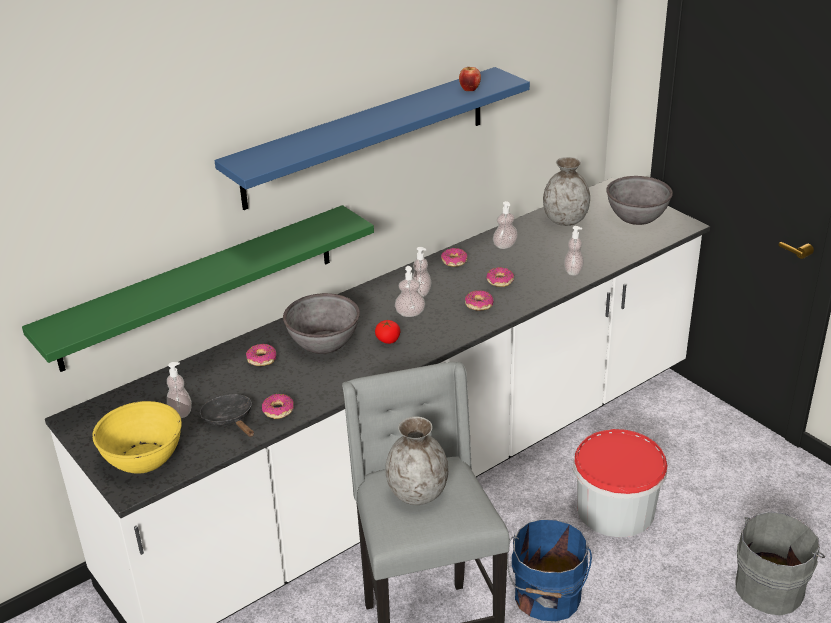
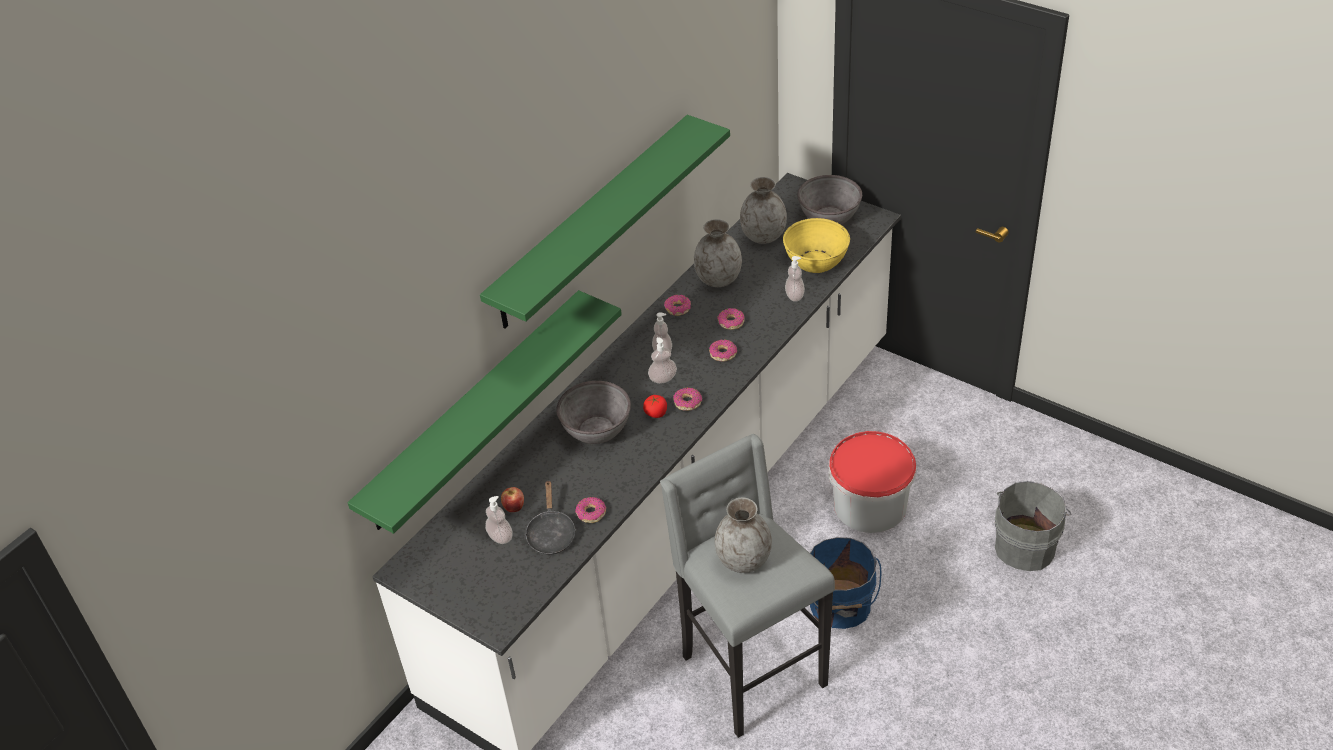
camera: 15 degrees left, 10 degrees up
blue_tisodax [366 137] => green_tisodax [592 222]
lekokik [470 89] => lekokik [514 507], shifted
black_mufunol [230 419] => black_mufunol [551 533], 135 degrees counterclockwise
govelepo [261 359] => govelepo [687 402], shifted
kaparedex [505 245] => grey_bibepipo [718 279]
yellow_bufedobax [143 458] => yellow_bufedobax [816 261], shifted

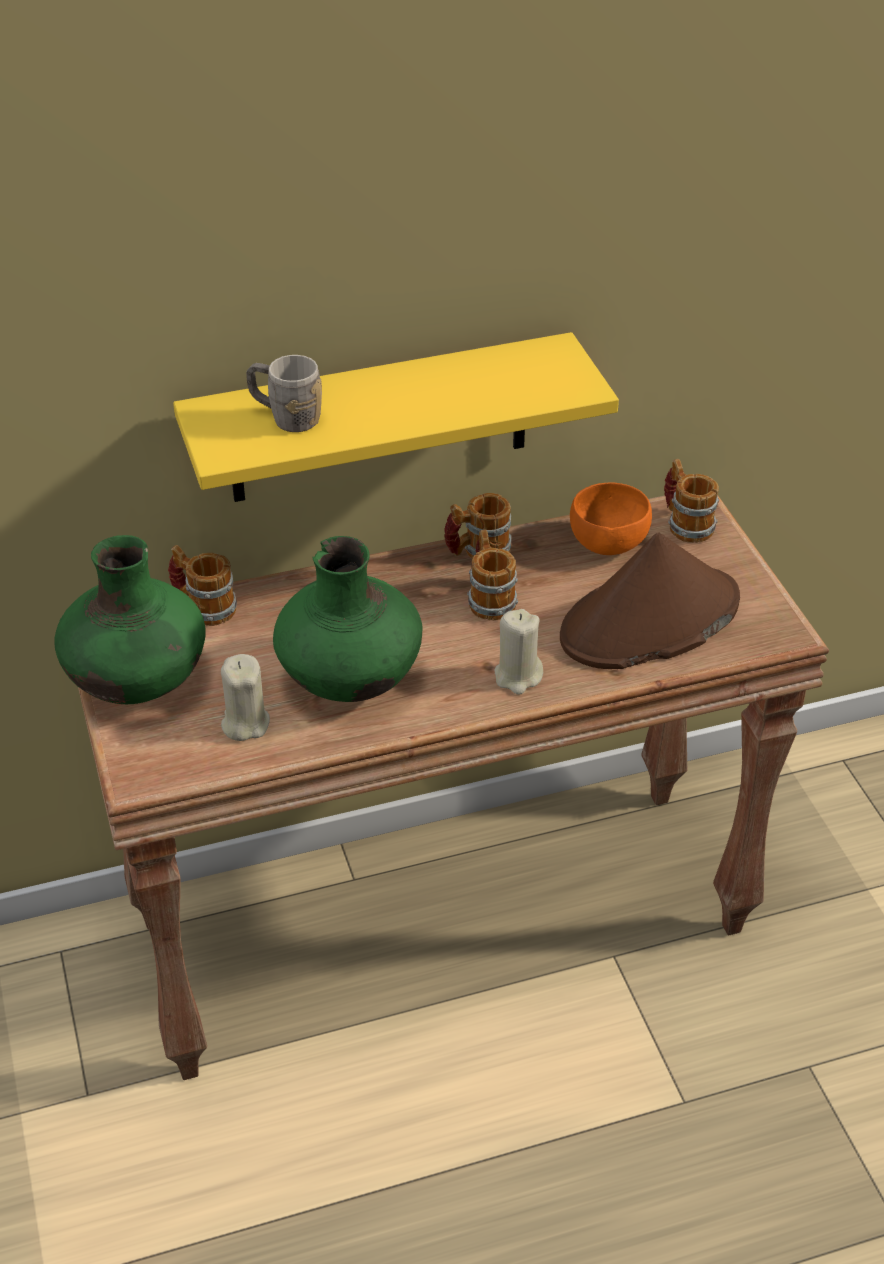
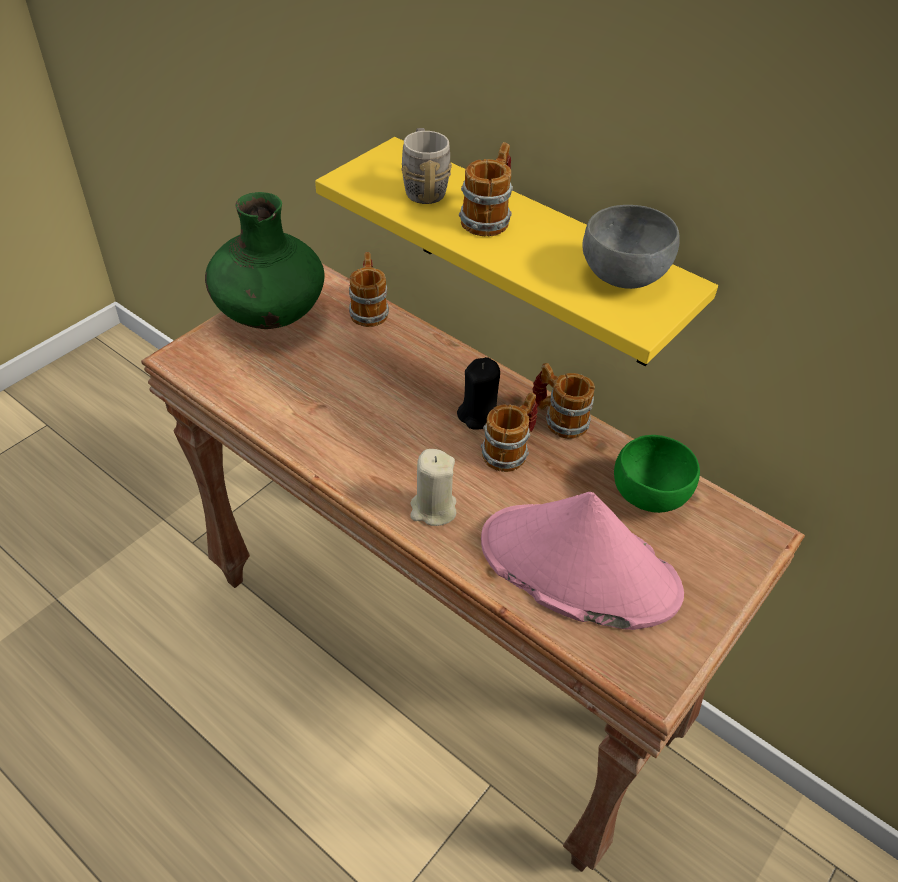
camera: 55 degrees right, 5 degrees up
nothing => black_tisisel [479 415]
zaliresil [685 523] => zaliresil [489 217], shifted
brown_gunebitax [649 620] => pink_gunebitax [577 567]
nothing => grey_bufedobax [622 276]
orange_bufedobax [607 543] => green_bufedobax [648 494]
beige_tisisel [245 723] => nothing
green_bibepipo [350 679] => nothing

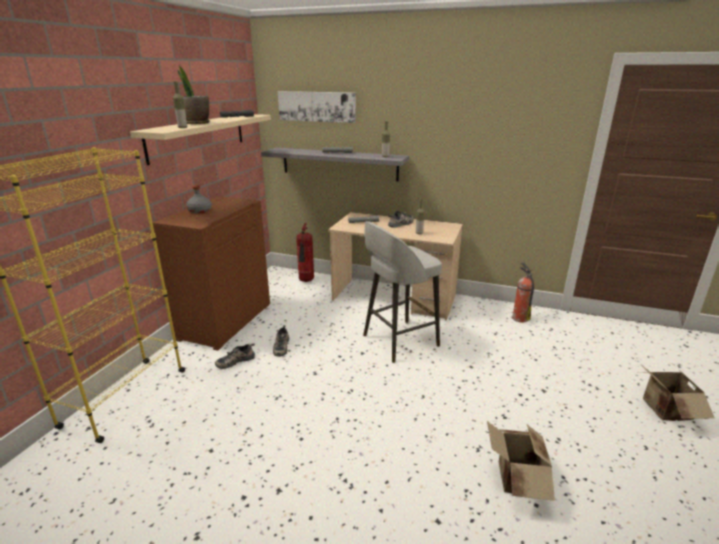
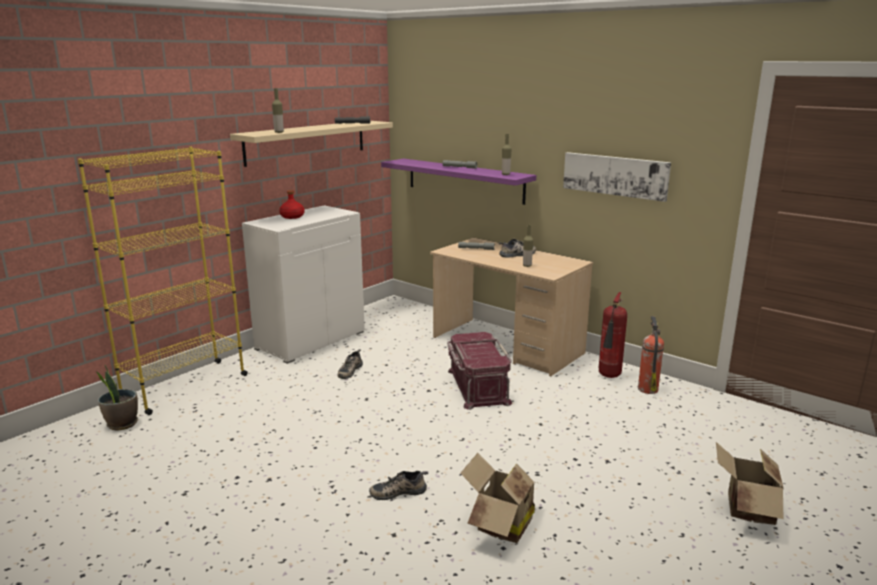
camera: 20 degrees right, 5 degrees down
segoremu [197 123] => segoremu [122 424], shifted
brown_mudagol [225 321] => white_mudagol [310 340]
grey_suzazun [199 211] => red_suzazun [292 217]
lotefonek [235 360] => lotefonek [398 491], shifted
grey_tisodax [339 164] => purple_tisodax [464 180]
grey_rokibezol [398 341] => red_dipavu [477 386]
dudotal [317 106] => dudotal [615 175], shifted
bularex [306 281] => bularex [609 377], shifted

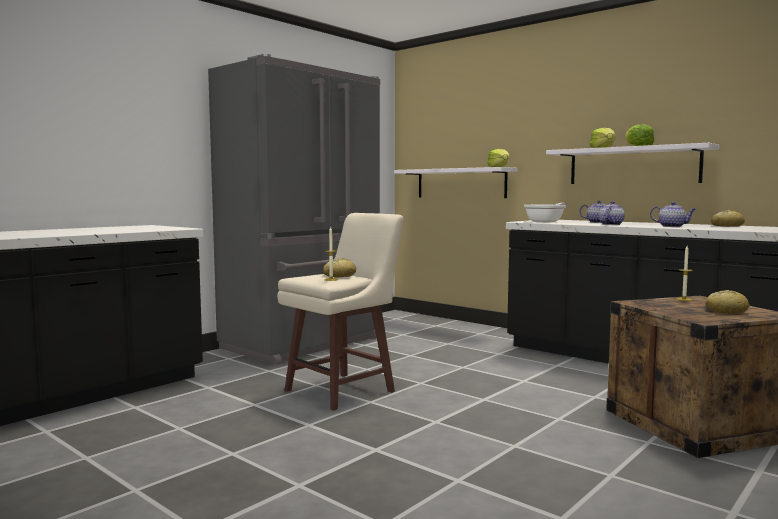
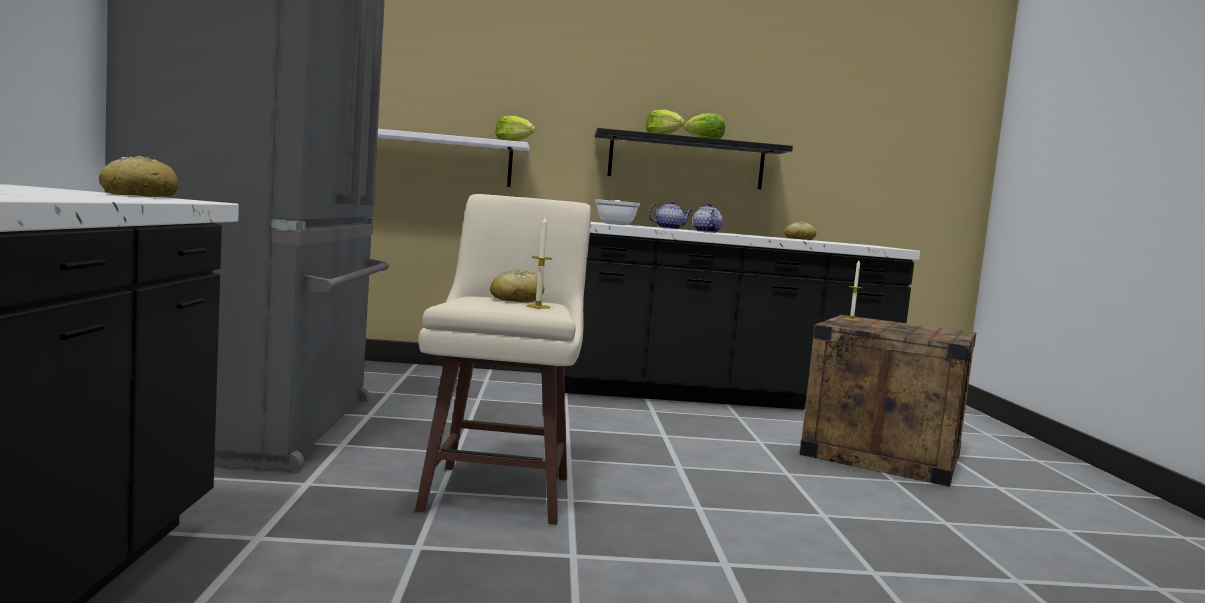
camera: 45 degrees left, 0 degrees up
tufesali [725 311] => tufesali [138 195], shifted
white_tisodax [633 166] => black_tisodax [686 161]
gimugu [672 226] => nothing

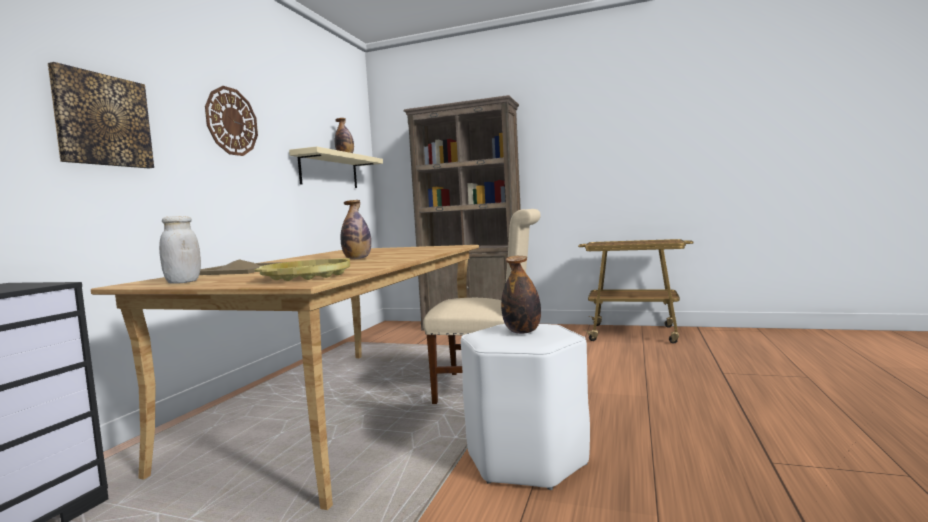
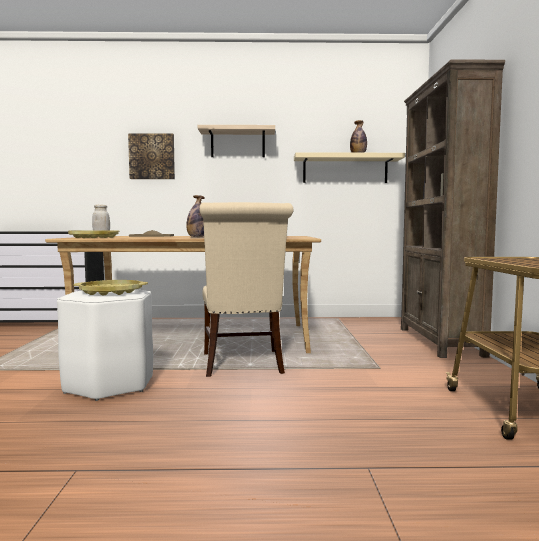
camera: 70 degrees right, 0 degrees up
suzazun [522 332] => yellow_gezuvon [111 292]
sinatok [231 121] => tisodax [237 143]

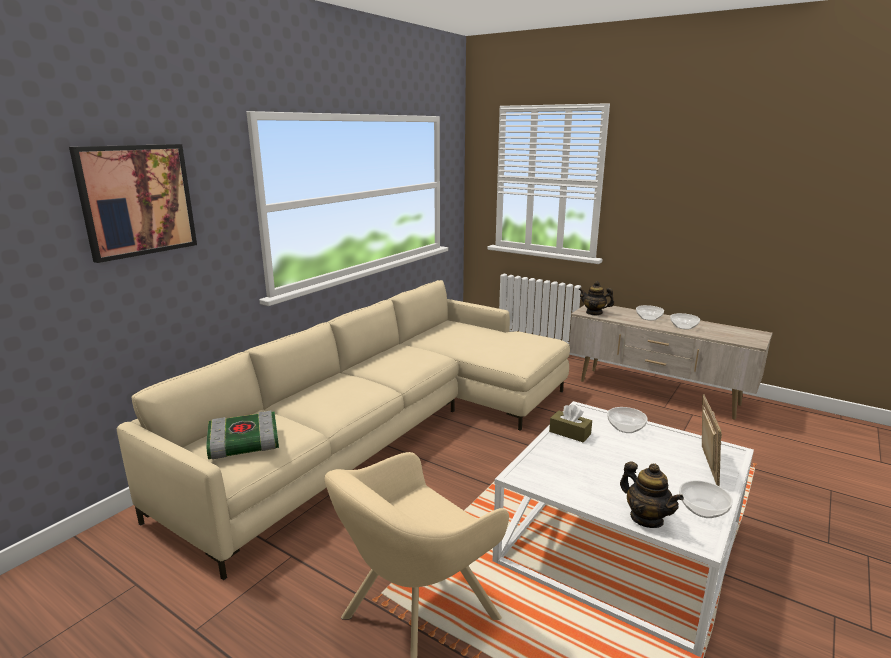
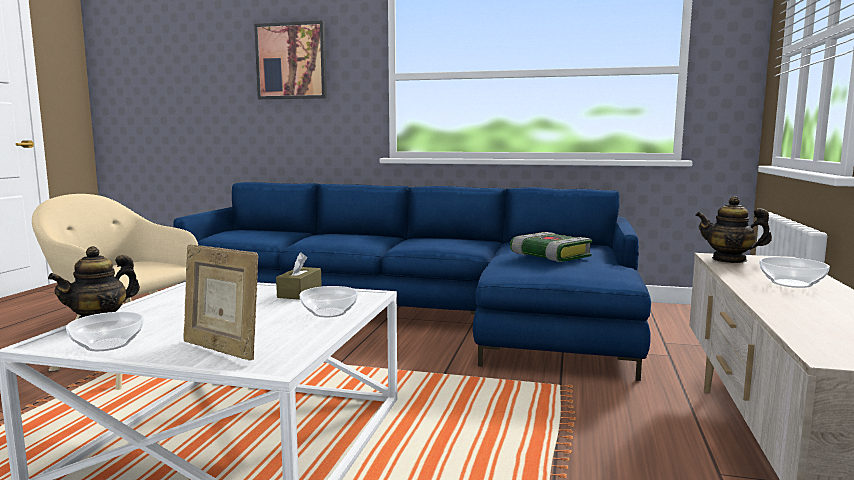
camera: 70 degrees right, 10 degrees down
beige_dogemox [392 428] => blue_dogemox [421 315]
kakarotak [705 467] => kakarotak [221 350], 45 degrees clockwise
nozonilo [243 445] => nozonilo [549 256], shifted
gimugu [594 313] => gimugu [729 260], 75 degrees counterclockwise
bufedobax [684 327] => nothing

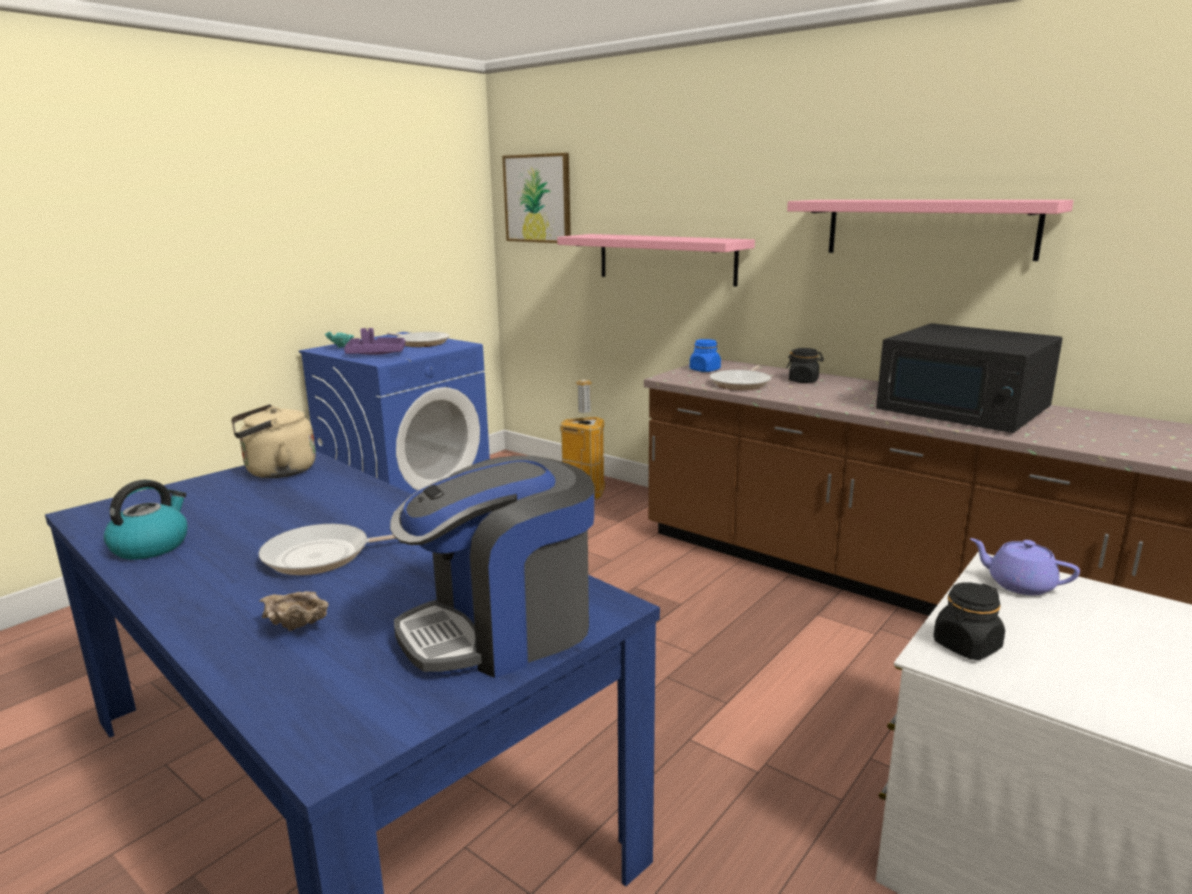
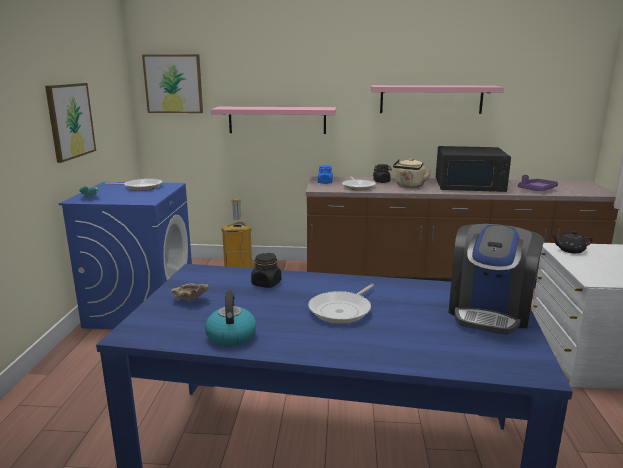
camera: 35 degrees left, 0 degrees up
nothing => dudotal [70 121]
beige_bufedobax [297 629] => beige_bufedobax [191 301], shifted
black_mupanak [966 646] => black_mupanak [266 283], shifted
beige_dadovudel [276 472] => beige_dadovudel [409 186], shifted
purple_gezuvon [376 354] => purple_gezuvon [536 190], shifted
purple_gimugu [1019 584] => black_gimugu [570 250]

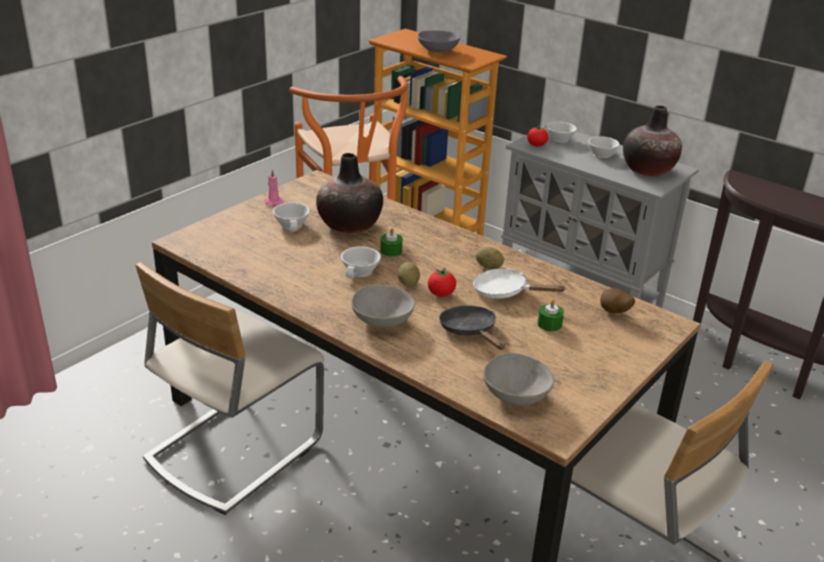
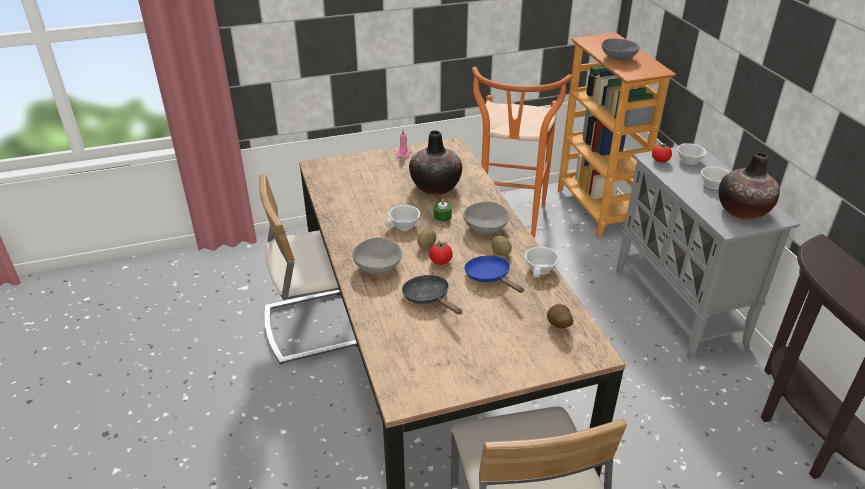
camera: 35 degrees right, 5 degrees up
black_mufunol [470 331] => black_mufunol [429 298], 45 degrees counterclockwise
grey_bufedobax [515 395] => grey_bufedobax [485 228], shifted
white_mufunol [505 292] => blue_mufunol [490 277]
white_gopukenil [293 225] => white_gopukenil [541 269], shifted
green_tisisel [549 324] => nothing

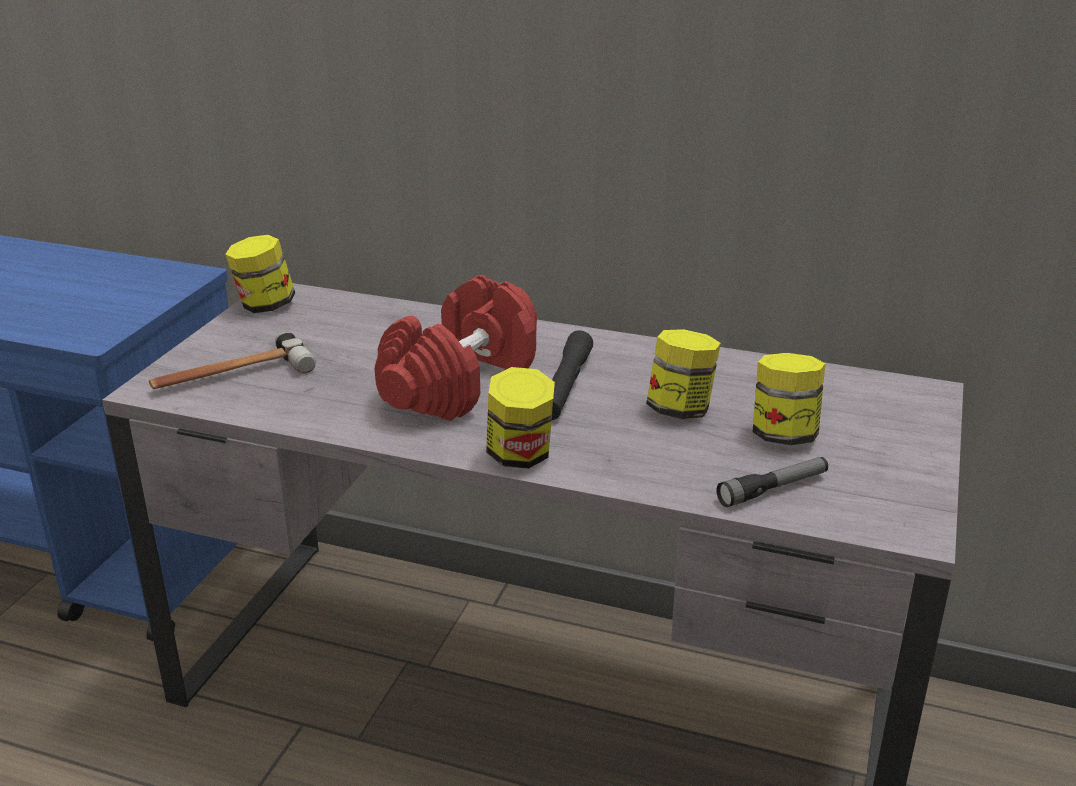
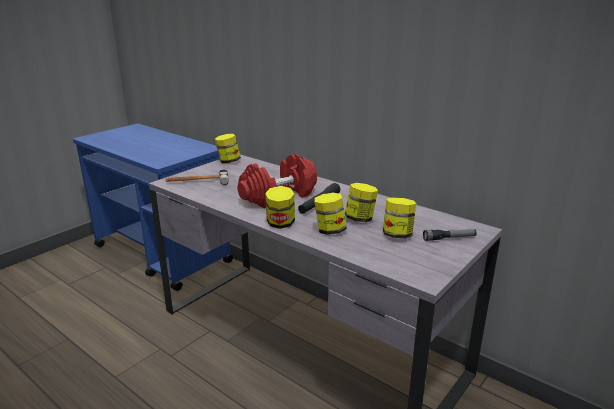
camera: 20 degrees right, 5 degrees down
nothing => mupanak [330 230]
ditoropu [773 489] => ditoropu [449 238], shifted

